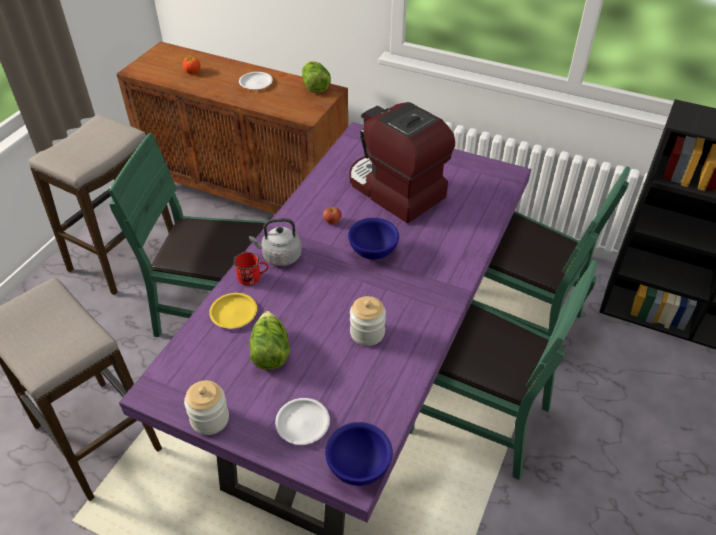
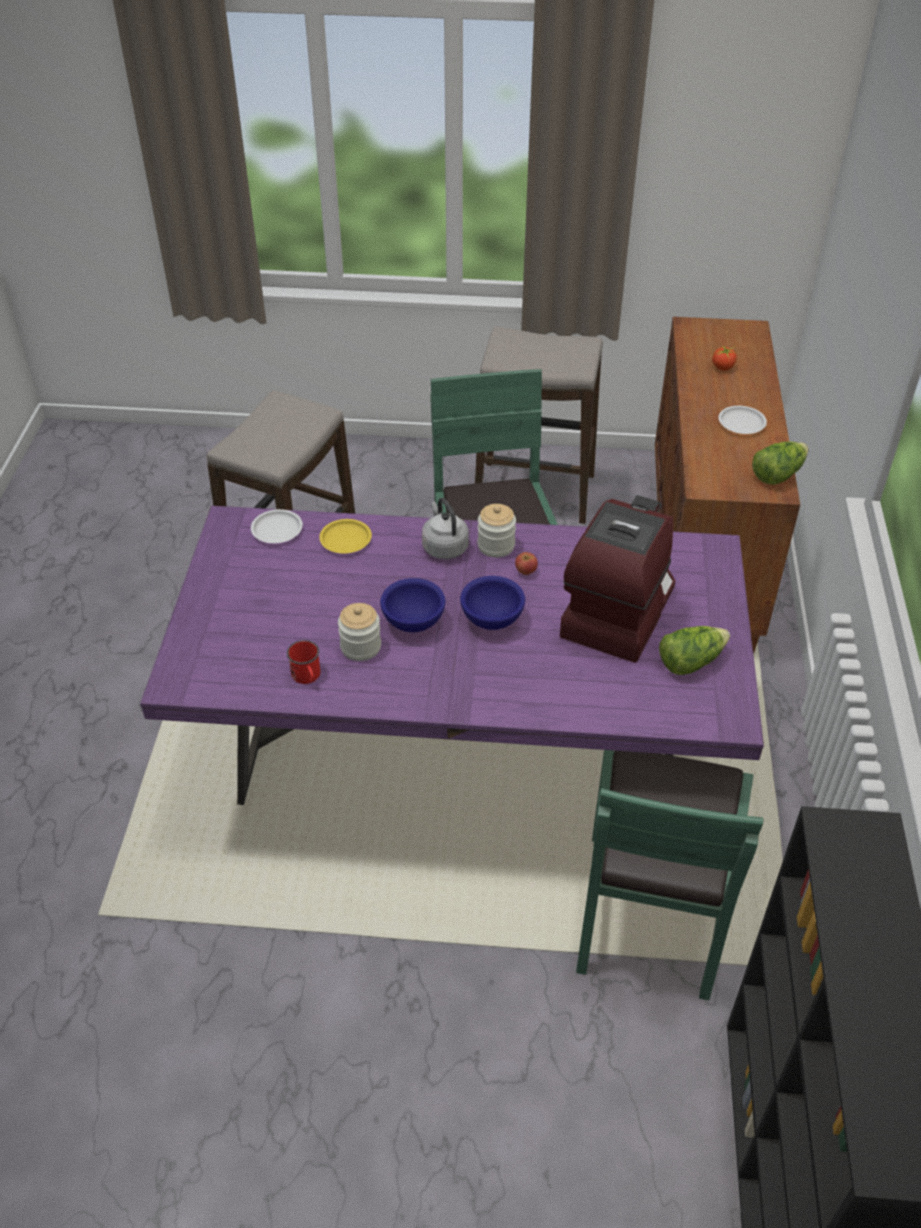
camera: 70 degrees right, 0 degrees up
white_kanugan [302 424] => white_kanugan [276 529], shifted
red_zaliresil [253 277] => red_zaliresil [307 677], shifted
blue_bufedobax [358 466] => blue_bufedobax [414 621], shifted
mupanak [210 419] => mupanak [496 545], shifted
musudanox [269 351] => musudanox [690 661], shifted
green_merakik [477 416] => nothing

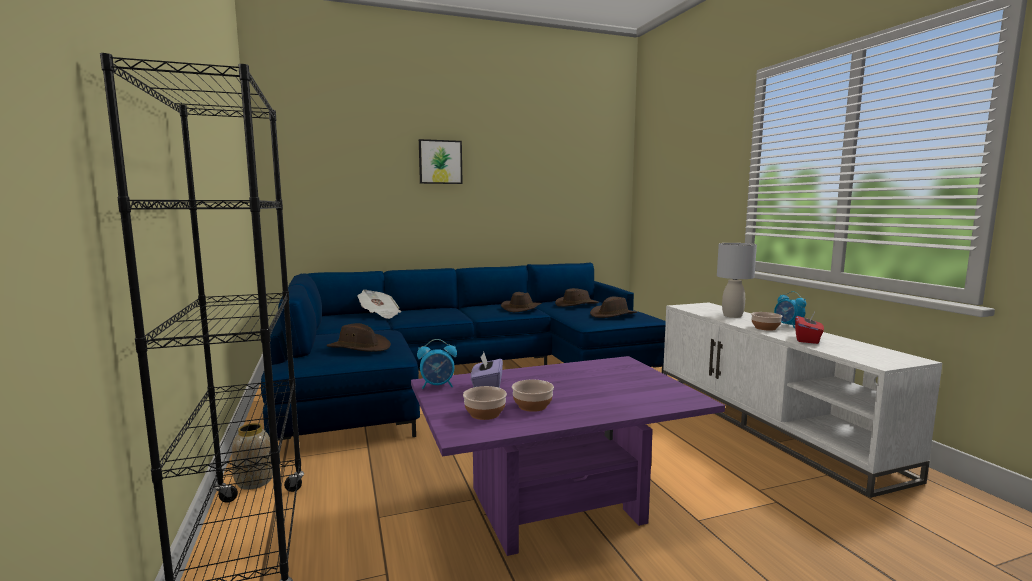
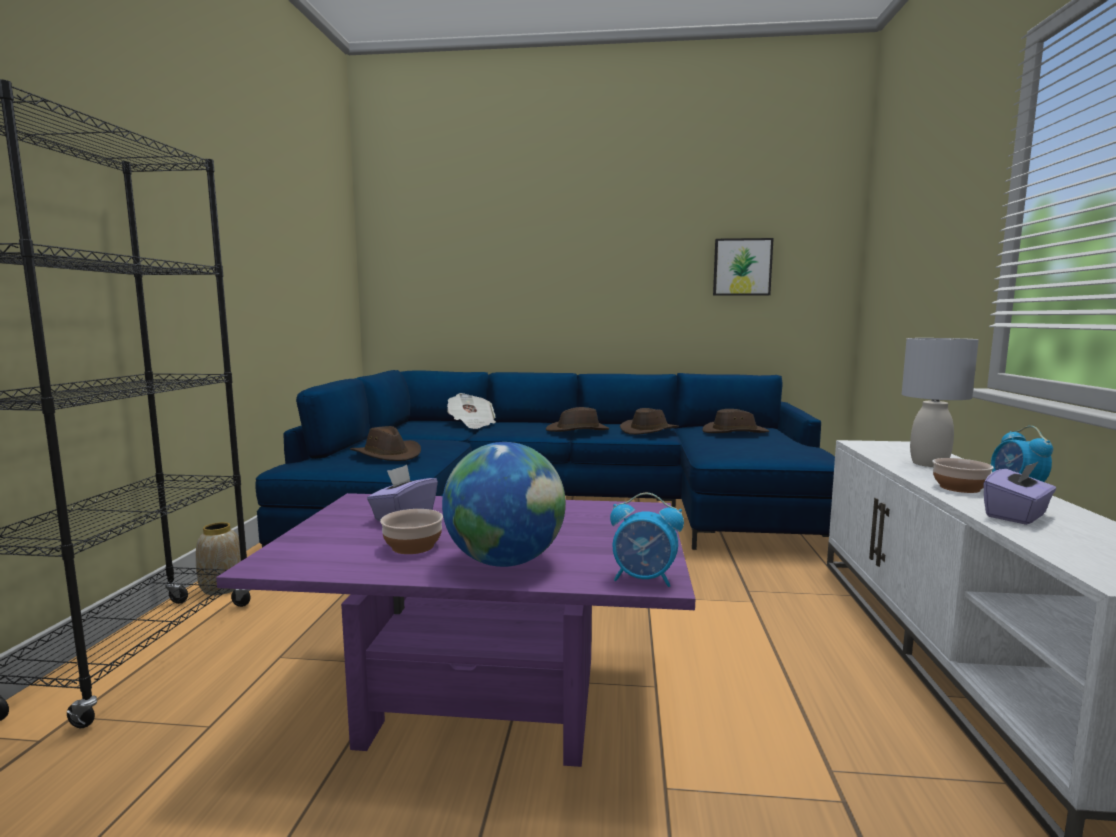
camera: 25 degrees right, 0 degrees up
nothing => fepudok [505 562]
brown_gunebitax [613 315] => brown_gunebitax [578 430], shifted
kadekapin [438 386] => kadekapin [644 579], shifted
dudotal [440 162] => dudotal [742 267], shifted
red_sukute [807 339] => purple_sukute [1017 516]
bufedobax [485 414] => nothing

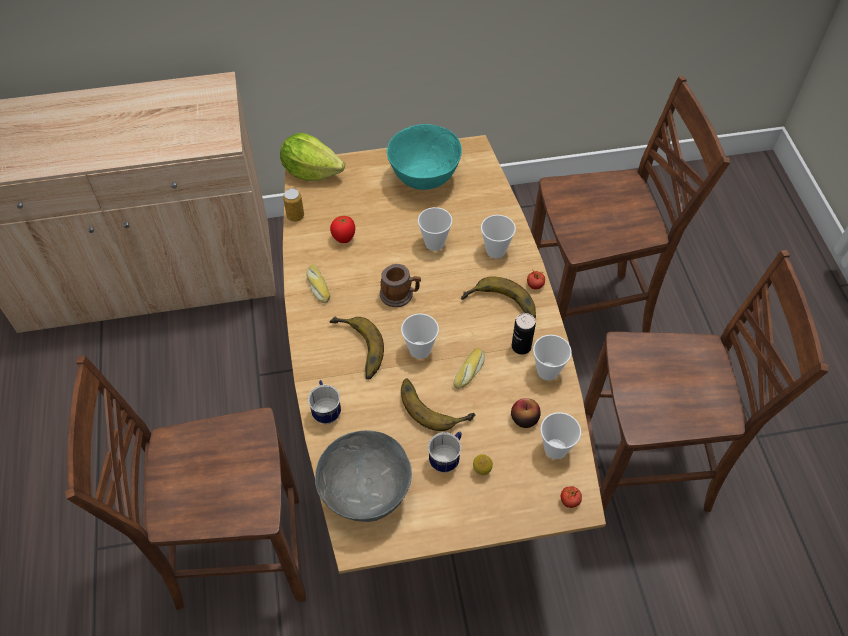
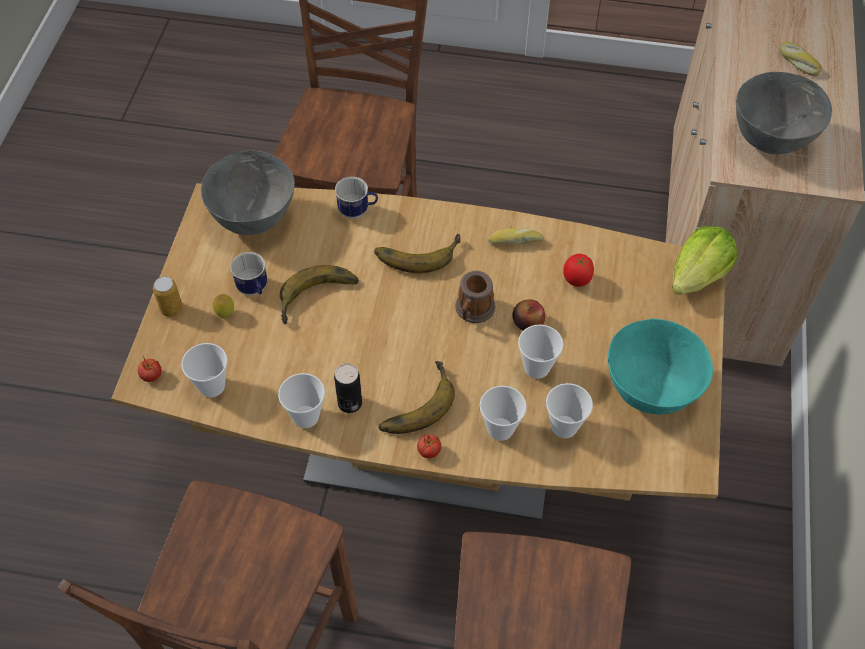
camera: 110 degrees right, 0 degrees up
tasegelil [295 216] => tasegelil [171 309], shifted
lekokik [524 418] => lekokik [528 322], shifted
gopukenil [420 350] => gopukenil [564 426], shifted
nothing => grey_bufedobax [769 140]
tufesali [470 371] => tufesali [797 63], shifted

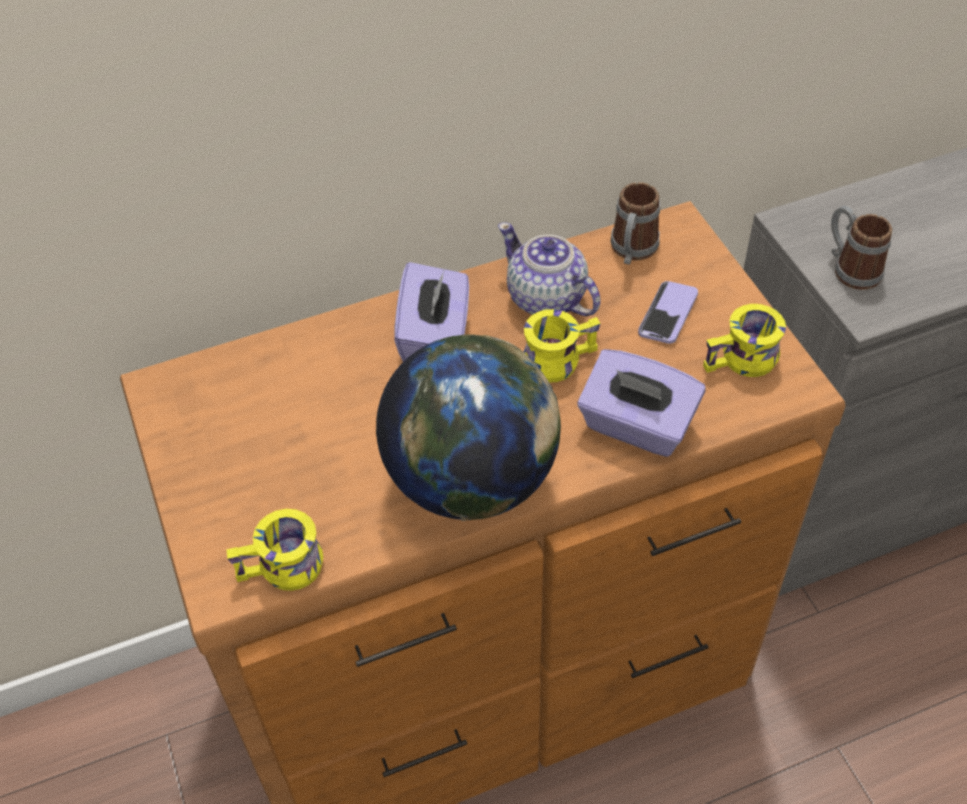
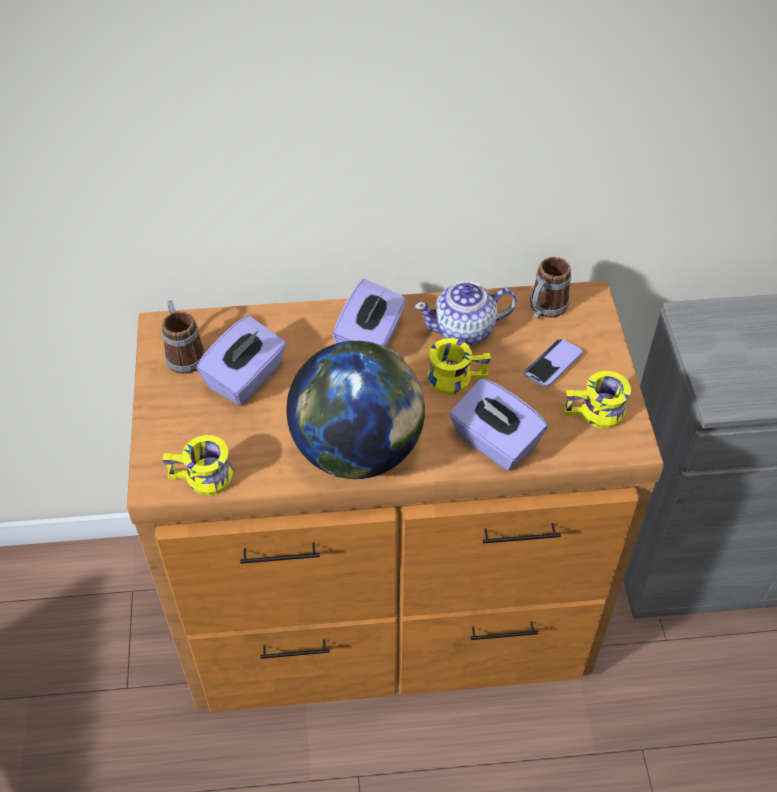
camera: 15 degrees right, 0 degrees up
zaliresil [850 268] => zaliresil [183 353], shifted
nothing => purple_sukute [246 378]
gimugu [546 299] => gimugu [465 330], 75 degrees counterclockwise

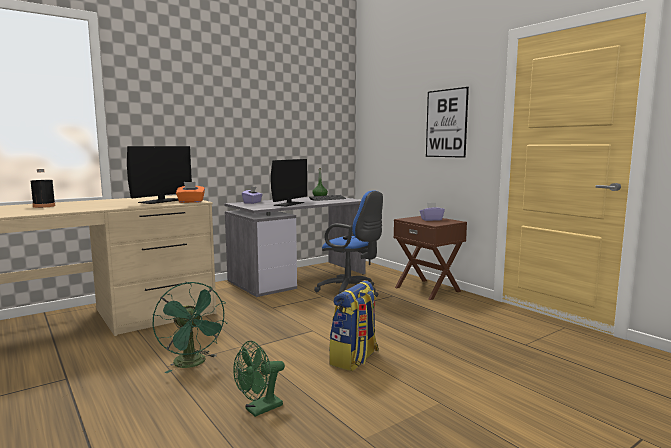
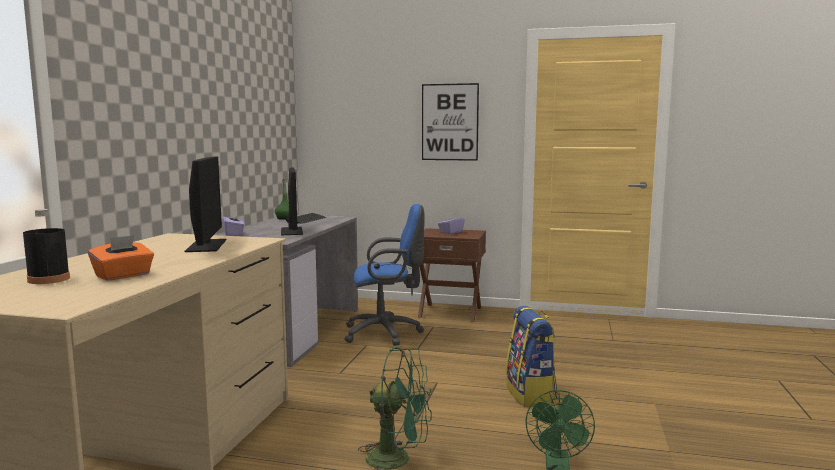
camera: 40 degrees left, 0 degrees up
orange_sukute [191 202] => orange_sukute [123 275], shifted

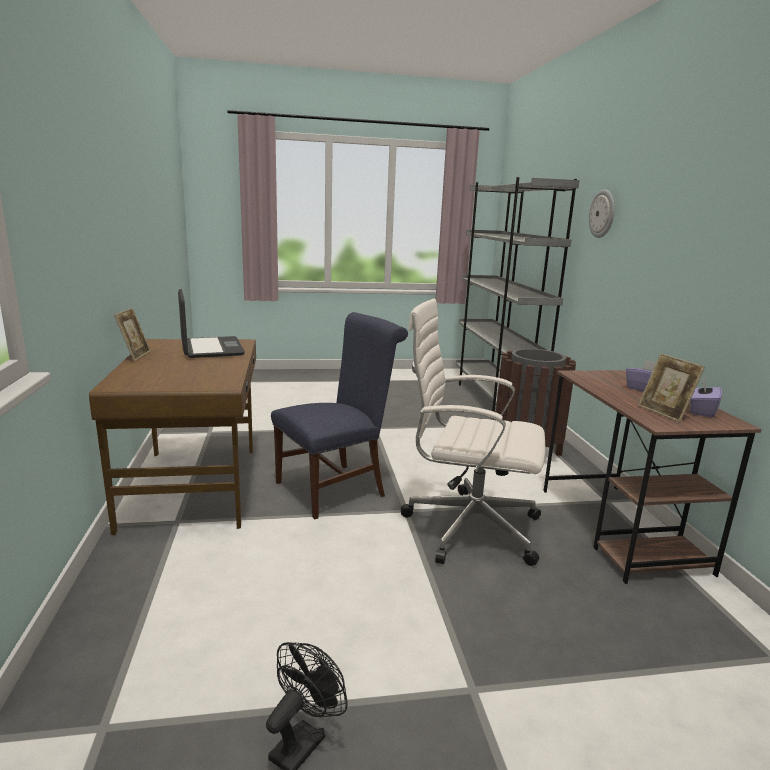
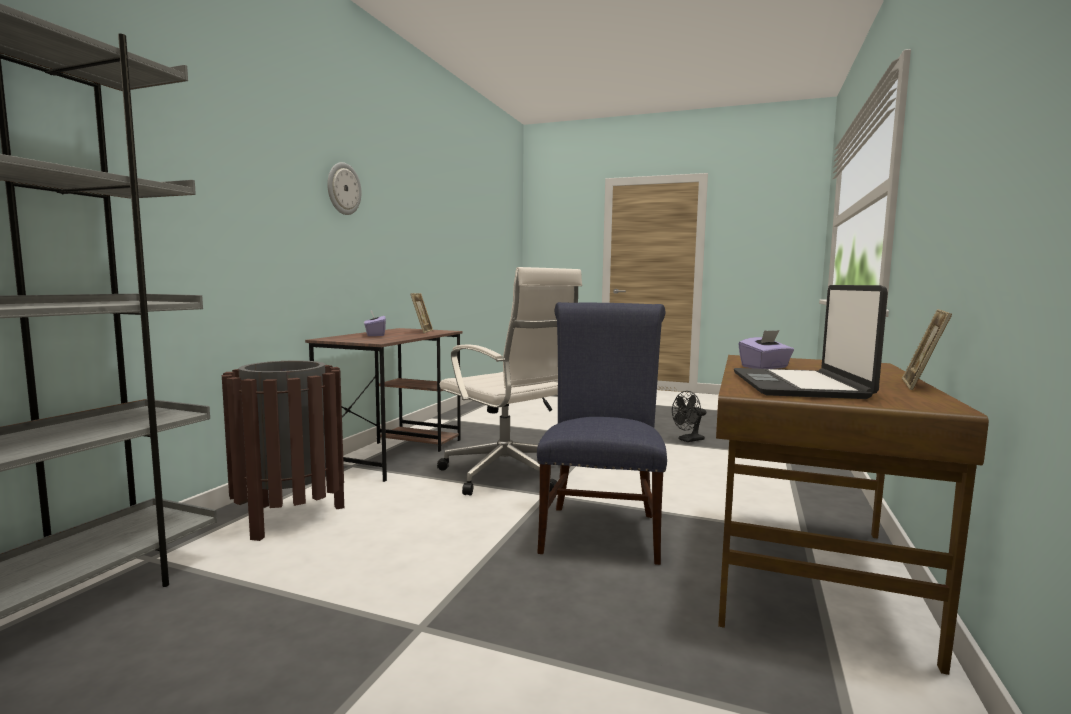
camera: 150 degrees left, 10 degrees down
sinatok [602 214] => sinatok [343 189], shifted
blue_merakik [336 487] => blue_merakik [601 529], 105 degrees clockwise
purple_sukute [701 411] => purple_sukute [765 367], shifted

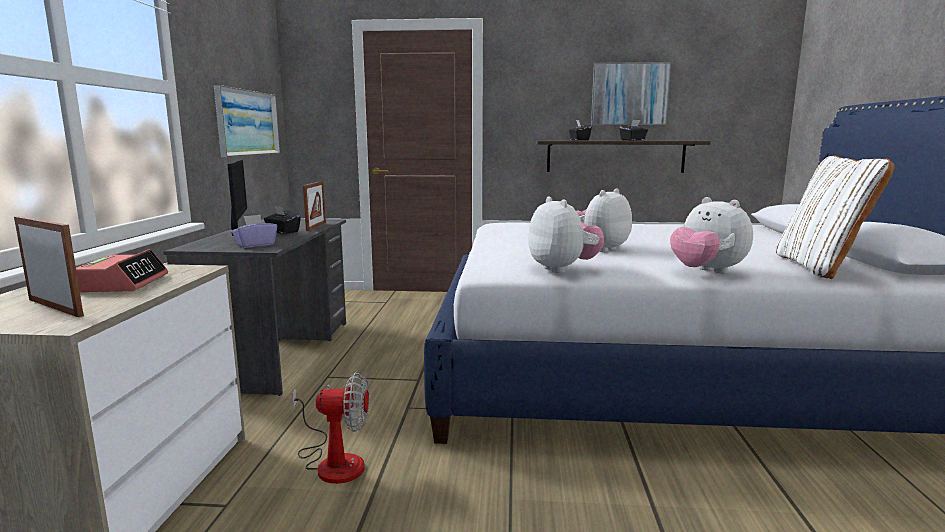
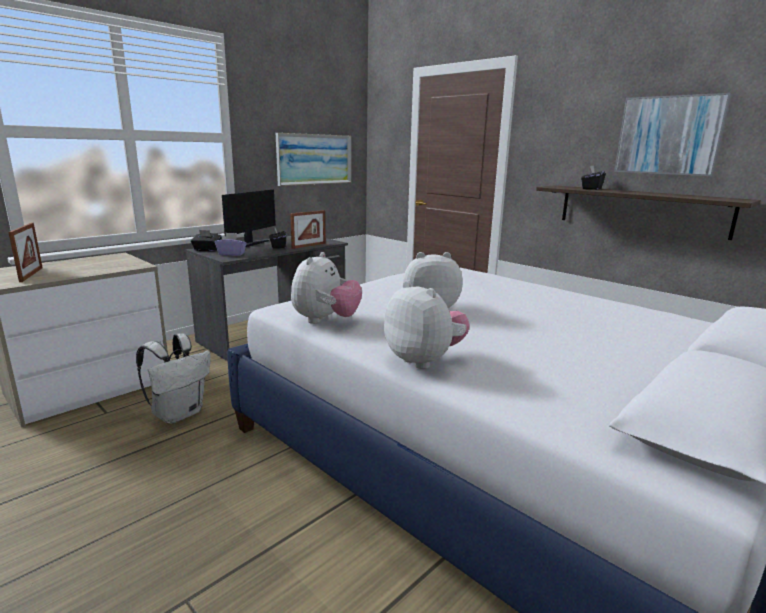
camera: 40 degrees right, 5 degrees up
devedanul [333 461] => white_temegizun [179 413]
black_sukute [633 140] => black_sukute [207 250], shifted
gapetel [706 272] => gapetel [424 360], 135 degrees clockwise
kadekapin [123 283] => nothing
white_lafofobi [820 267] => nothing

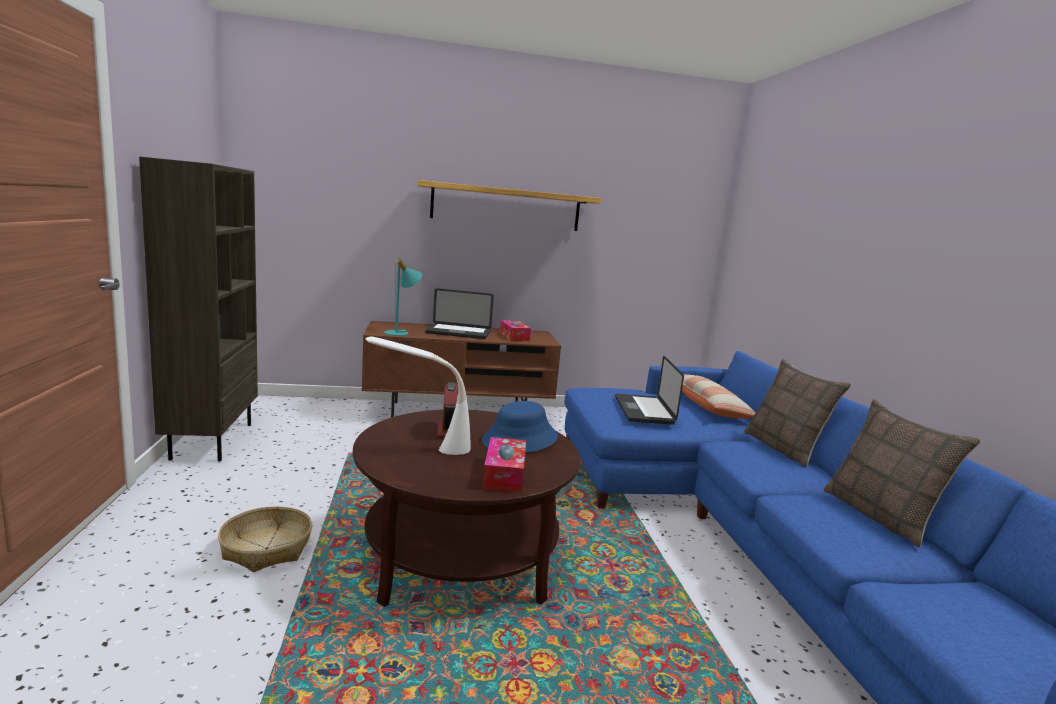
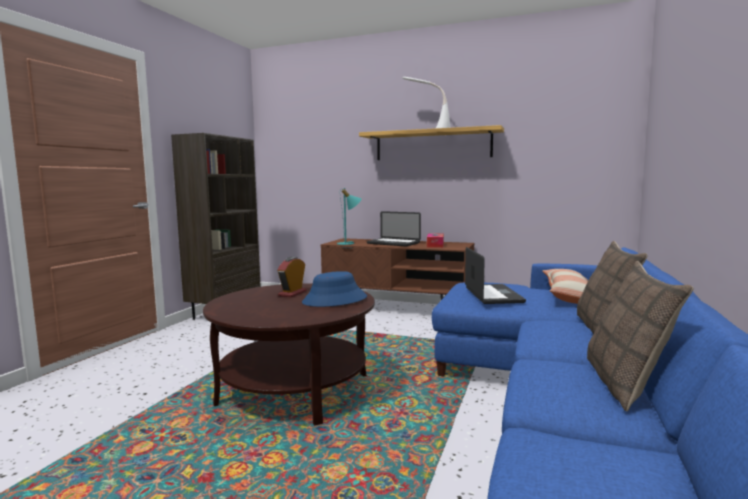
camera: 30 degrees right, 5 degrees down
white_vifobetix [417 450] => white_vifobetix [426 129], shifted
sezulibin [643 410] => sezulibin [493 295], 150 degrees clockwise
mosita [266 548] => nothing
sukute [504 474] => nothing

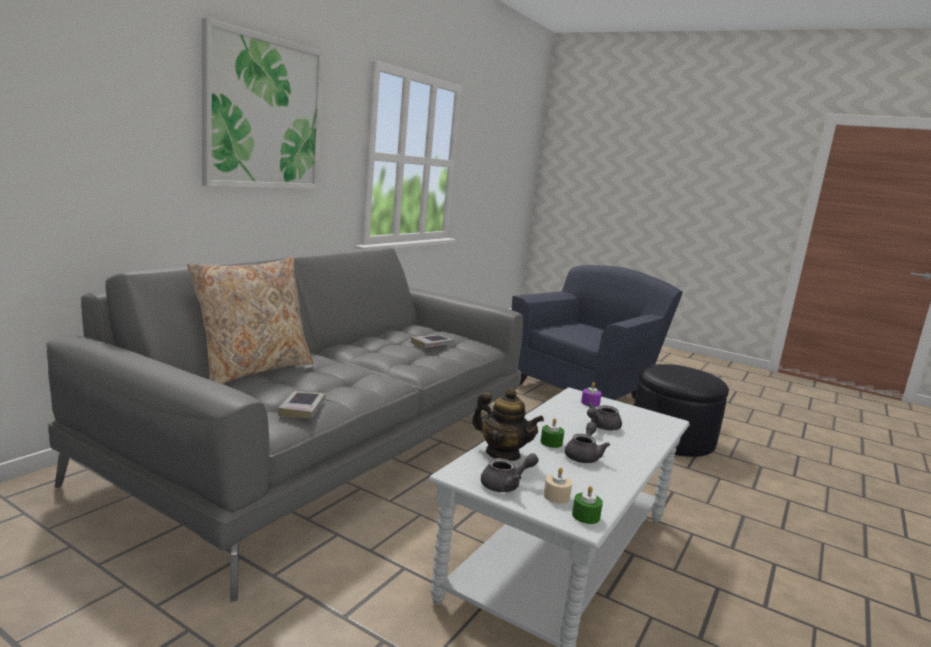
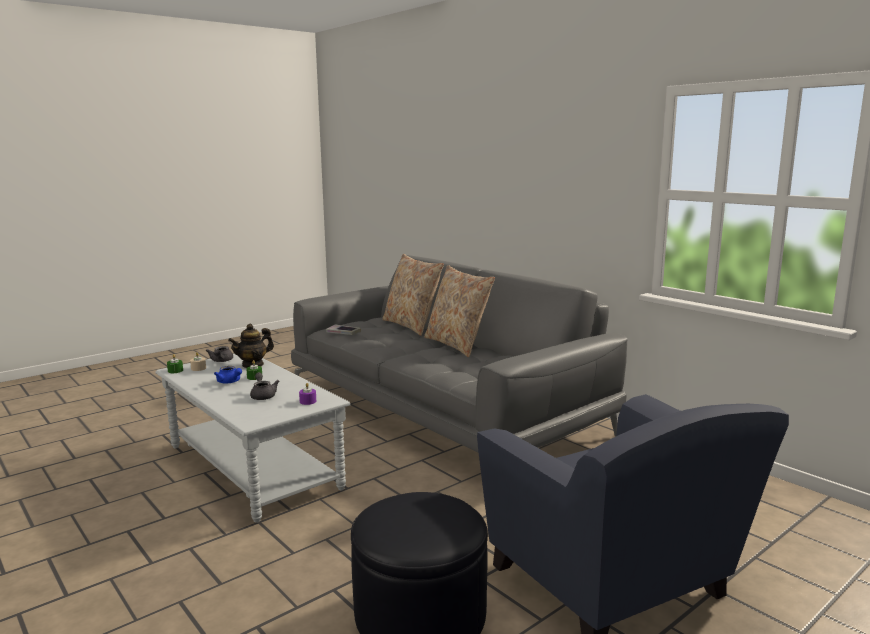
camera: 110 degrees right, 0 degrees up
grey_gimugu [583 455] => blue_gimugu [230 382]
nothing => beige_lafofobi [457 345]
dudotal [264 113] => nothing
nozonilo [432 344] => nothing

